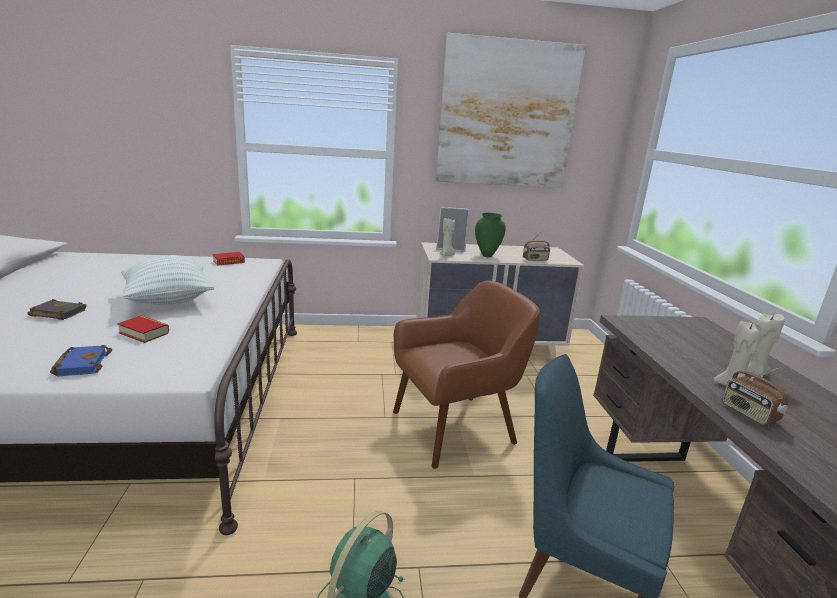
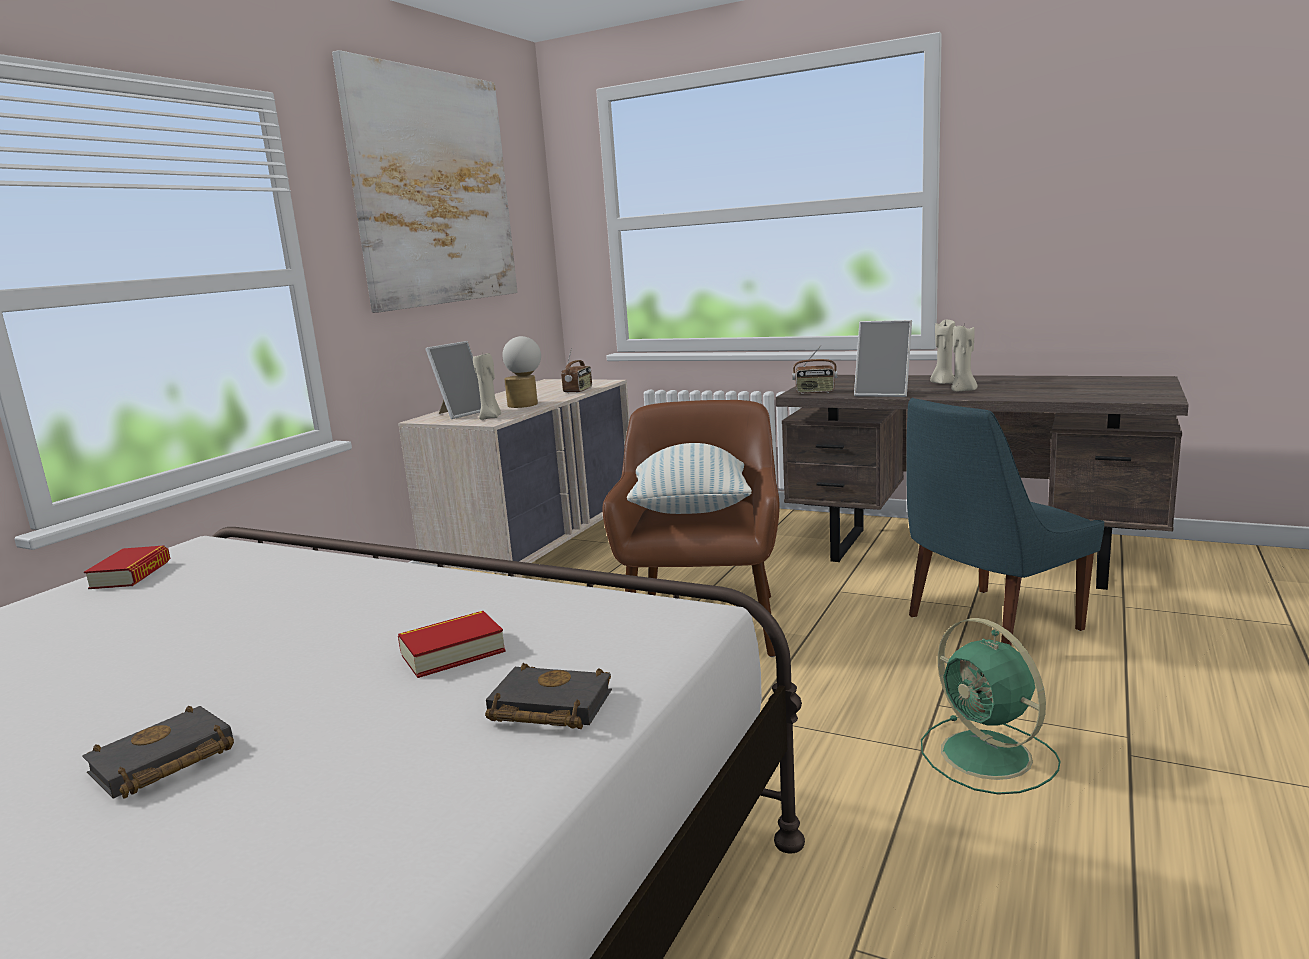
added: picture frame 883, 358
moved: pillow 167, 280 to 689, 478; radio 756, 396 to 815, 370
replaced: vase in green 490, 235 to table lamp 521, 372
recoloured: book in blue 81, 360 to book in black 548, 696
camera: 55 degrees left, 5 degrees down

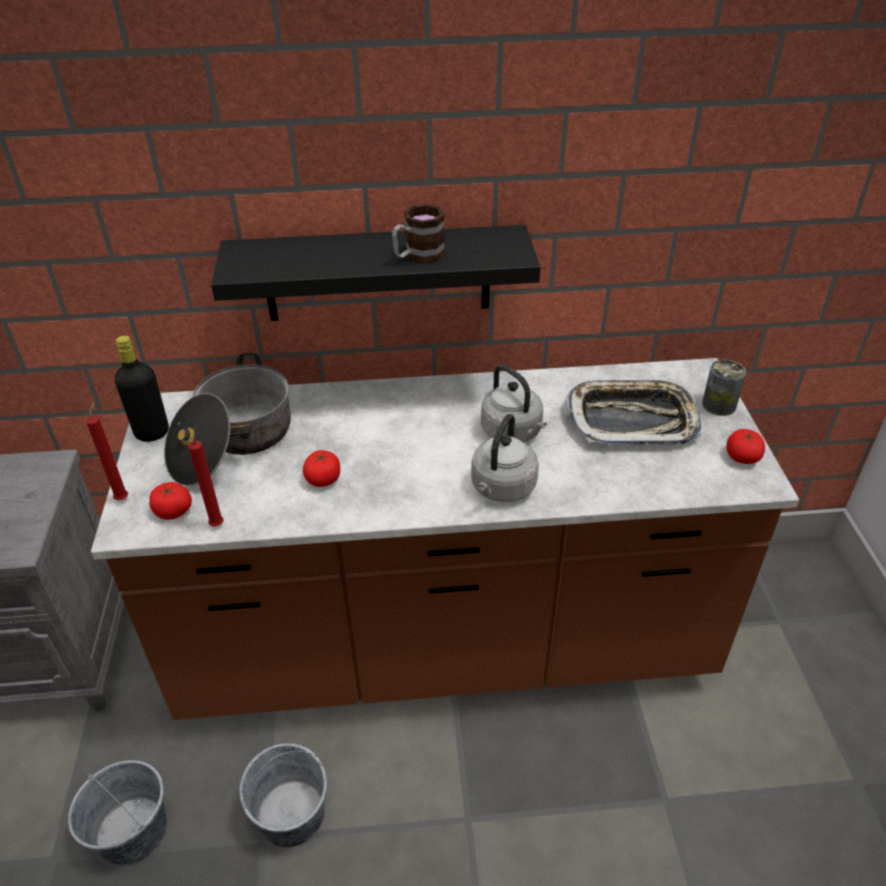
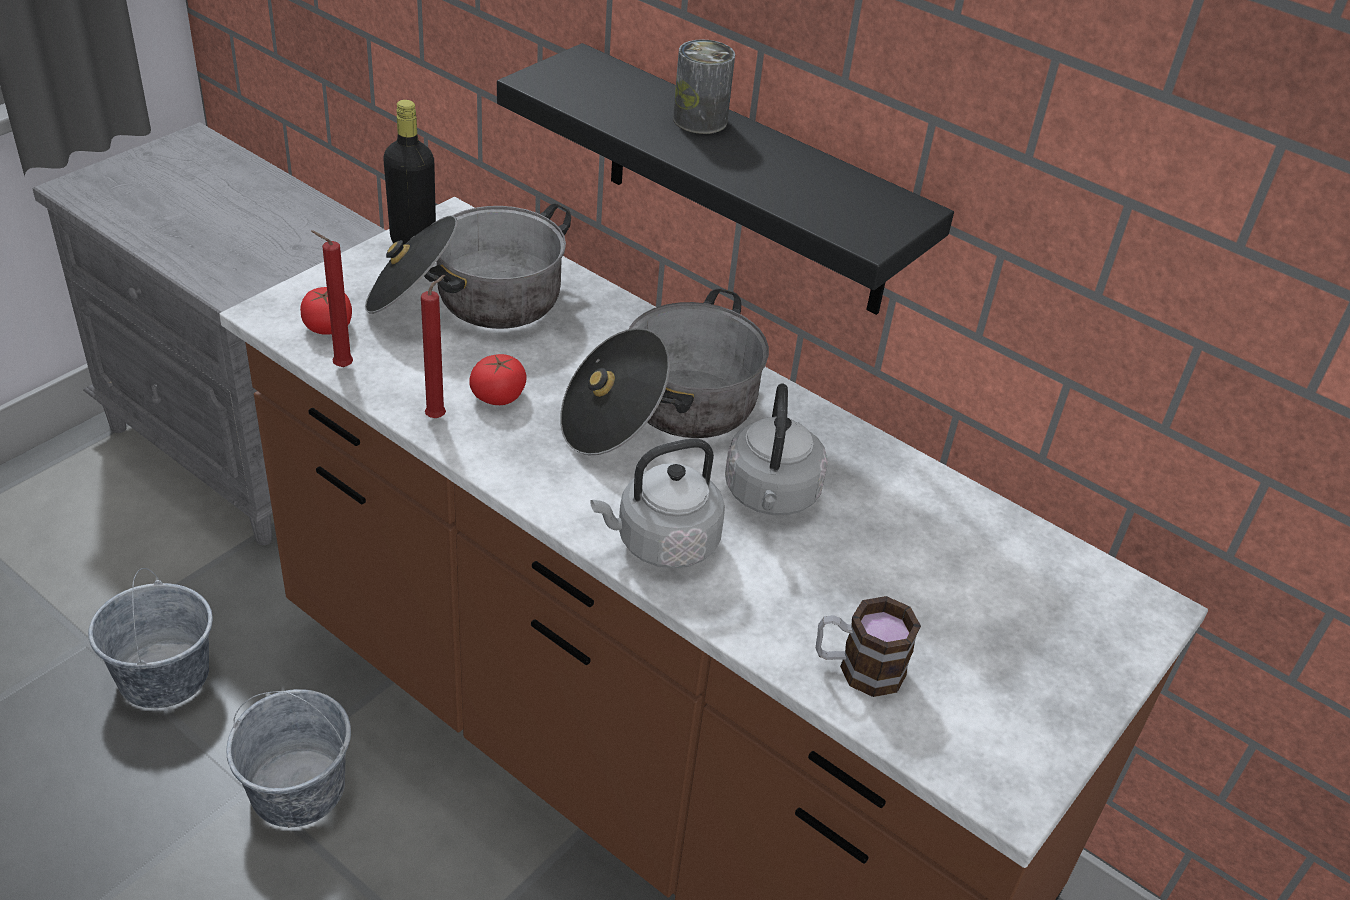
removed: tray 632, 412; tomato 745, 446
added: cooking pot 664, 371
moved: candle in red 107, 451 to 433, 346; mug 418, 234 to 868, 646; can 724, 388 to 704, 86
camera: 40 degrees right, 0 degrees up

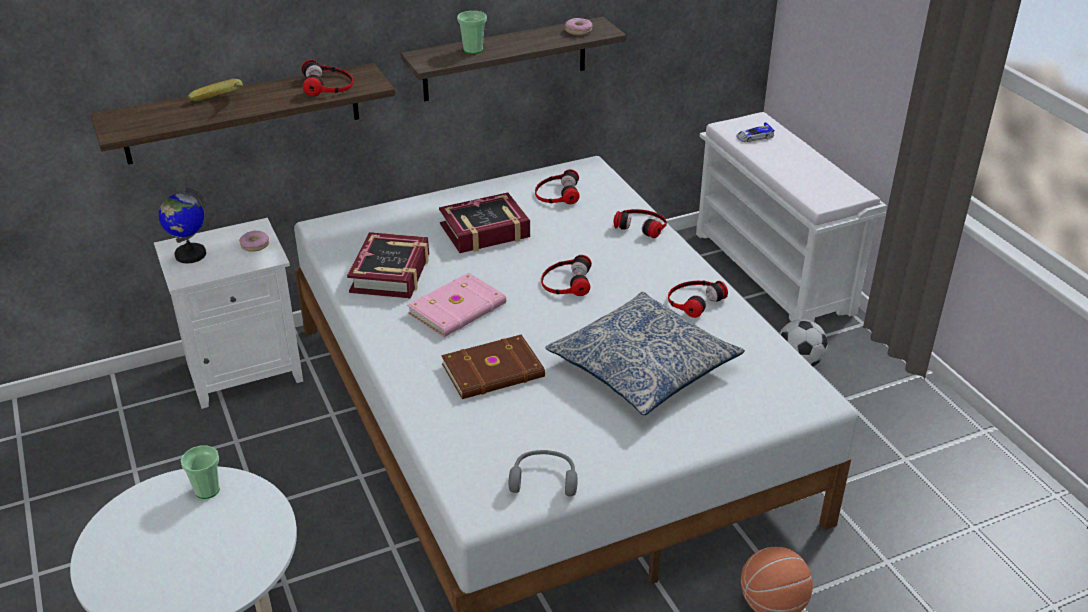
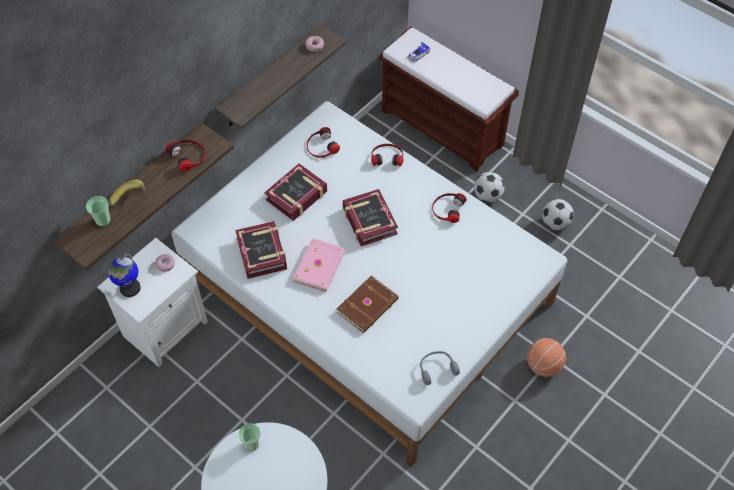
removed: pillow 645, 353
added: football 558, 214
moved: cup 472, 32 to 98, 211
replaced: headphones 566, 275 to book 370, 217
recoloured: bench in white 791, 217 to bench in brown 448, 99
camera: 25 degrees left, 20 degrees up

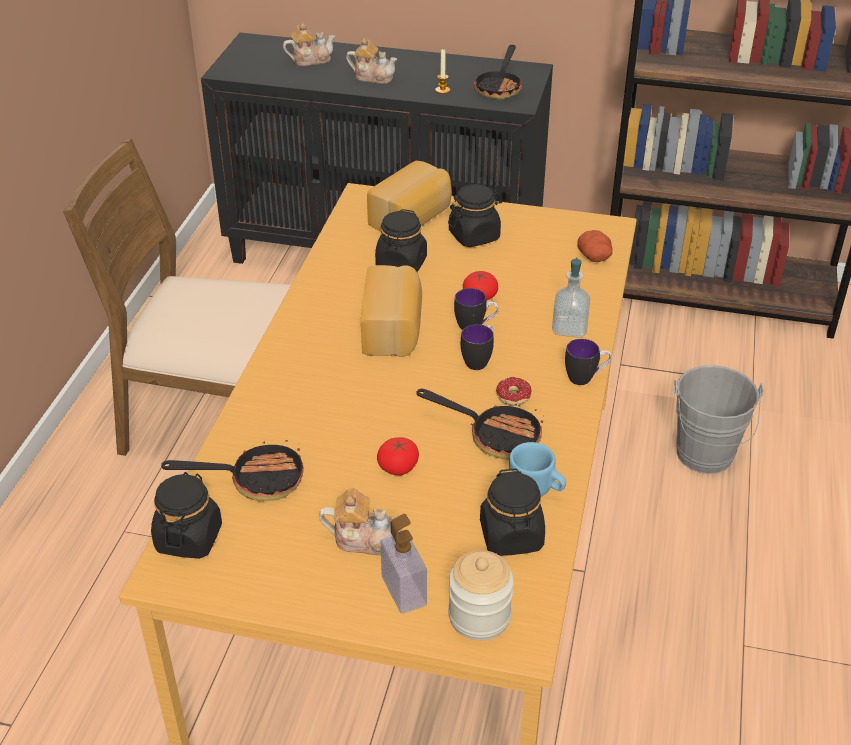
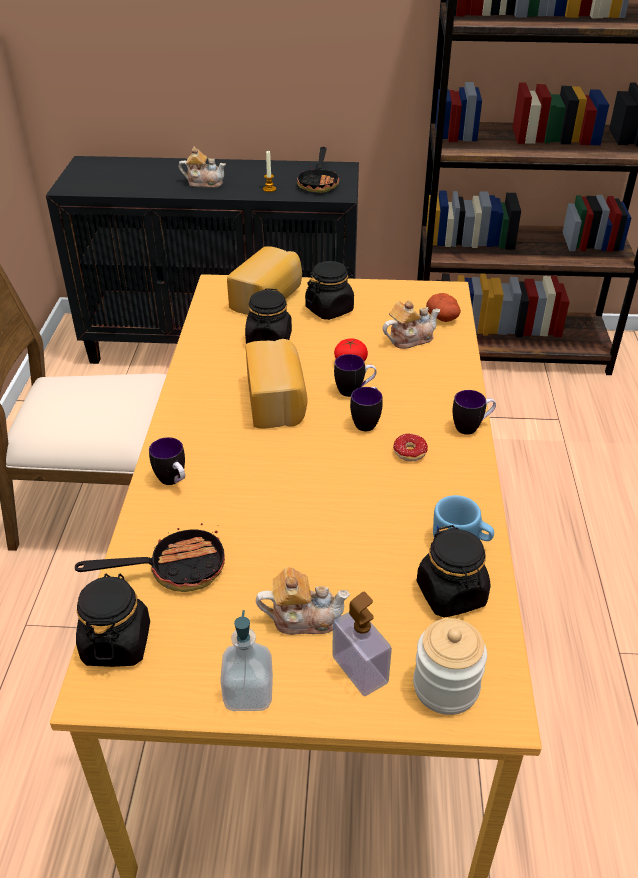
removed: tomato 398, 456; frying pan 480, 424; bucket in grey 719, 419
added: mug 167, 461
moved: teapot 309, 44 to 411, 324; soap dispenser 571, 297 to 246, 660
camera: 10 degrees left, 0 degrees up

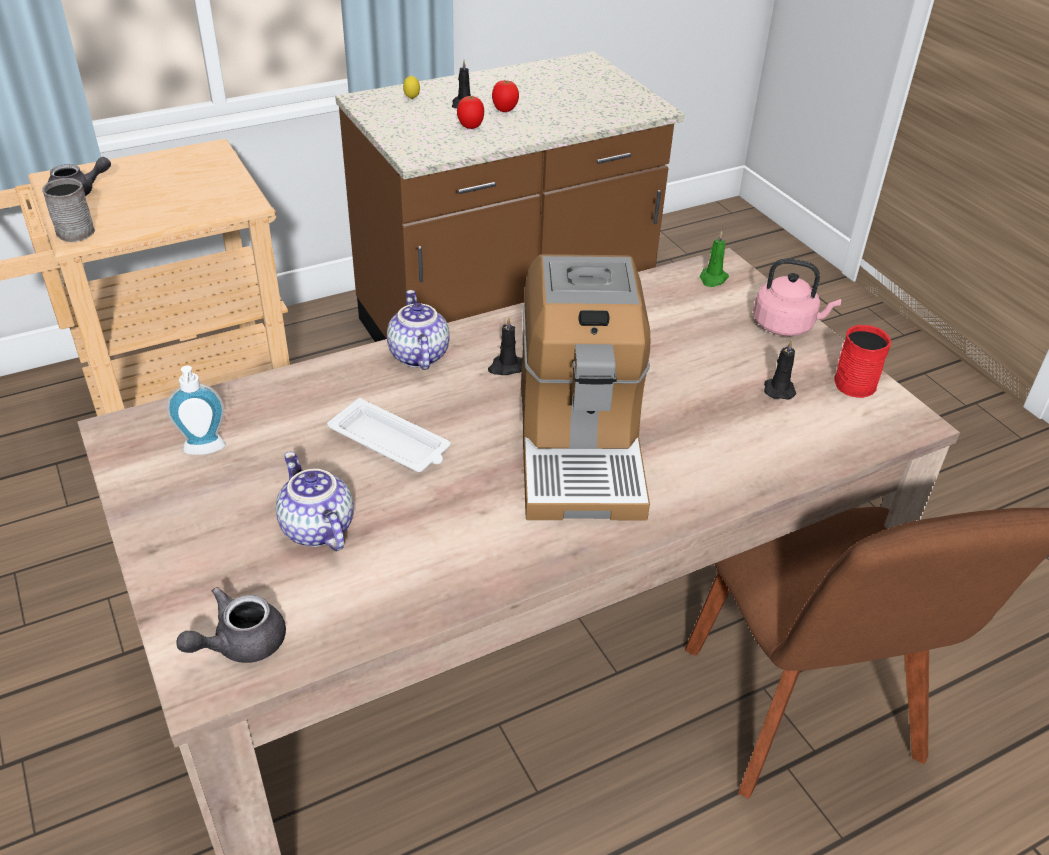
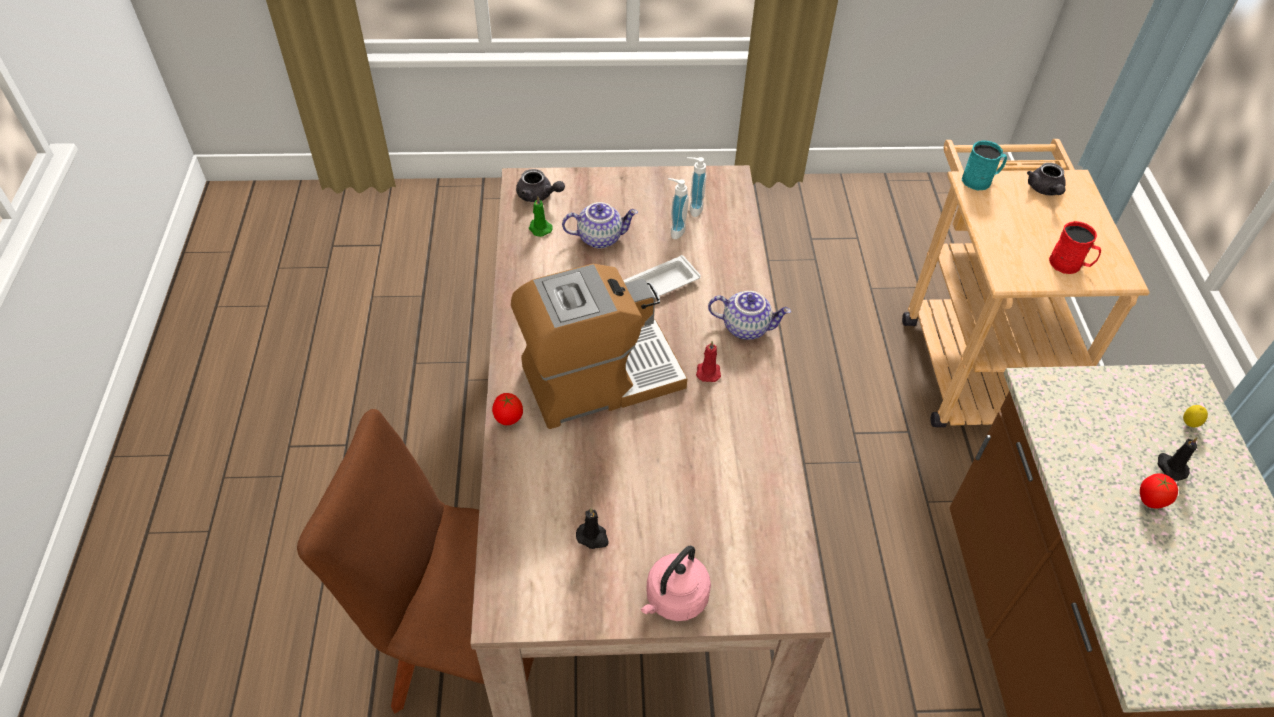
added: soap dispenser 678, 208
moved: tomato 470, 112 to 507, 409; candle in green 714, 259 to 541, 217; mug in red 862, 361 to 1075, 247
recoloured: mug in grey 68, 210 to mug in turquoise 984, 165; candle in black 505, 345 to candle in red 708, 361
turned: teapot in grey 231, 625 = 540, 185 135 degrees clockwise; coffee machine 585, 387 = 599, 346 135 degrees clockwise
camera: 115 degrees right, 10 degrees up

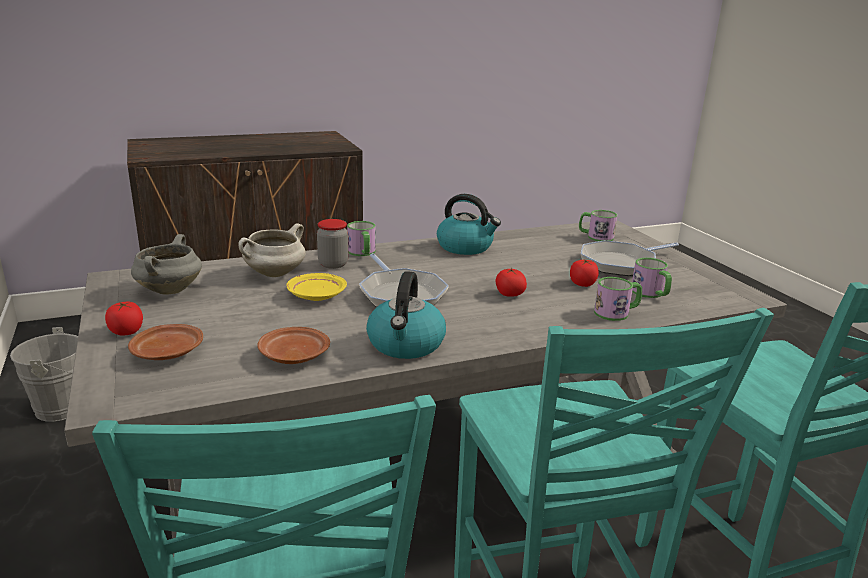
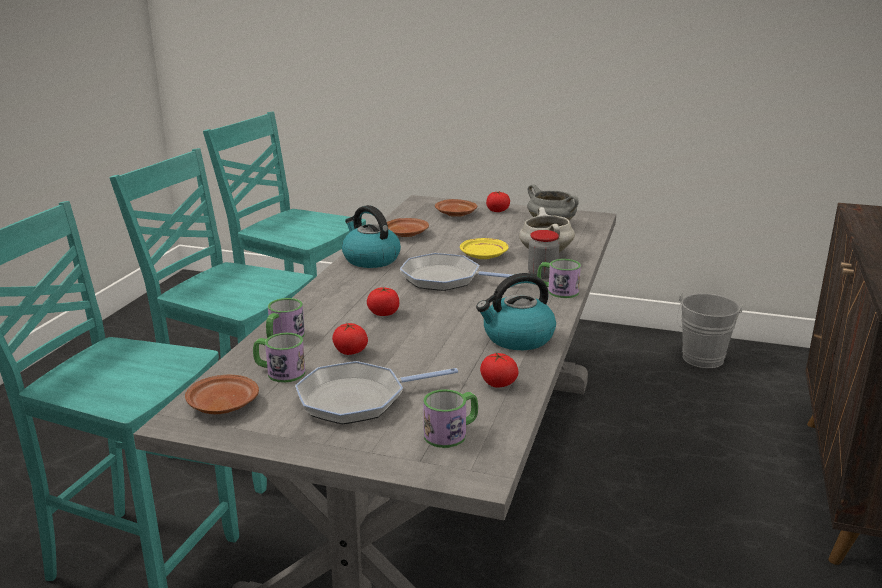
added: plate in brown 222, 394; tomato 499, 370
turned: frying pan 630, 258 = 376, 392 120 degrees counterclockwise
camera: 130 degrees right, 0 degrees up

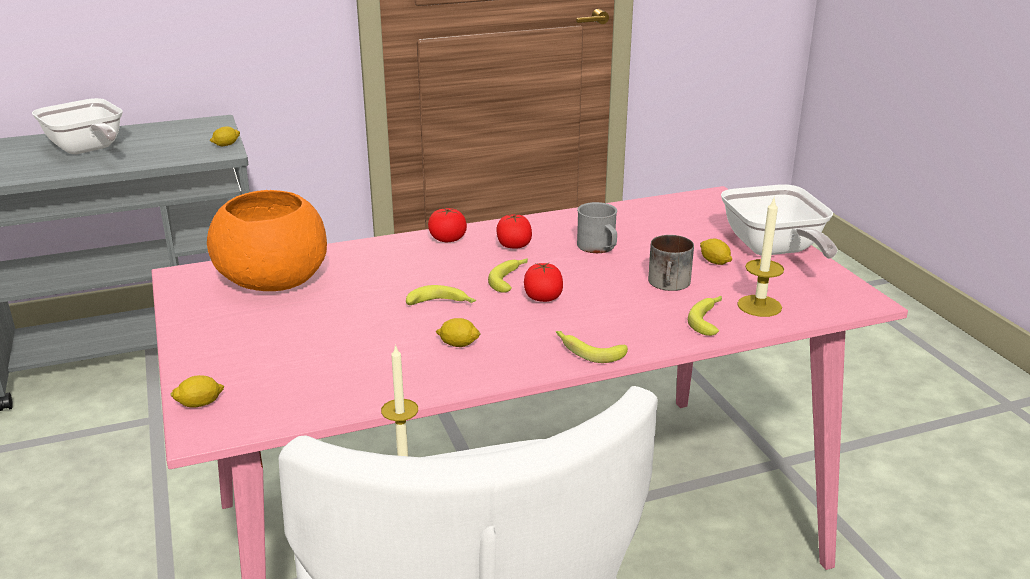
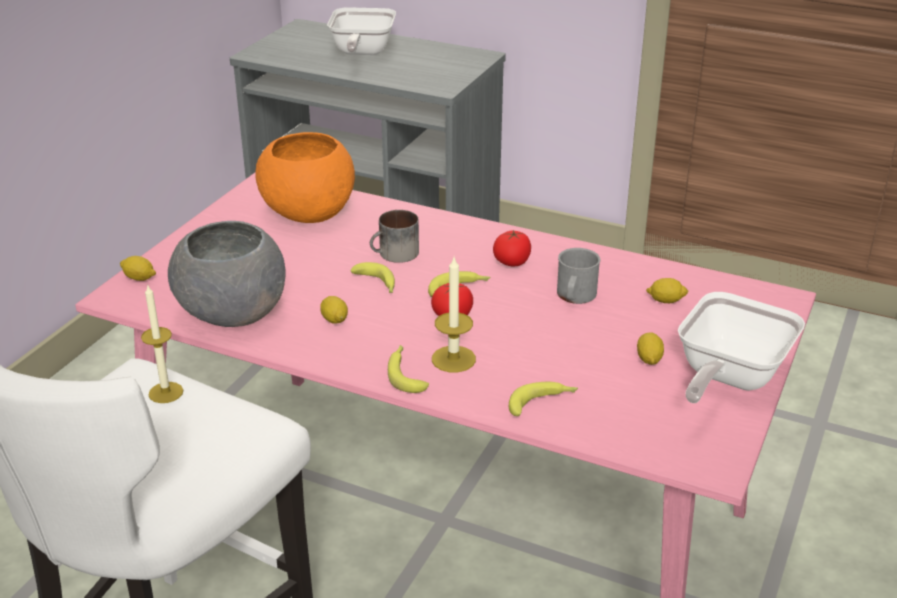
removed: tomato 447, 225
added: bowl in grey 227, 274
moved: lemon 225, 136 to 667, 290; mug 671, 263 to 394, 236; candle 760, 256 to 454, 313
camera: 45 degrees right, 5 degrees up

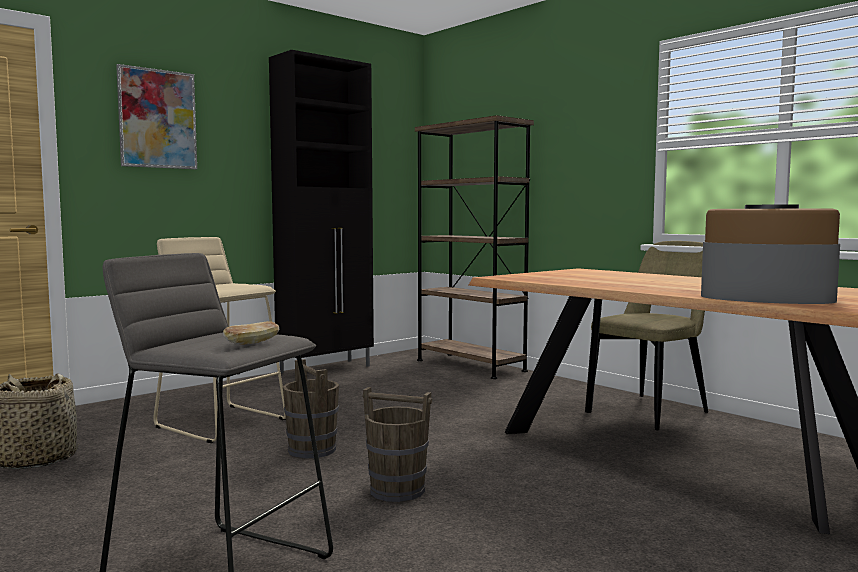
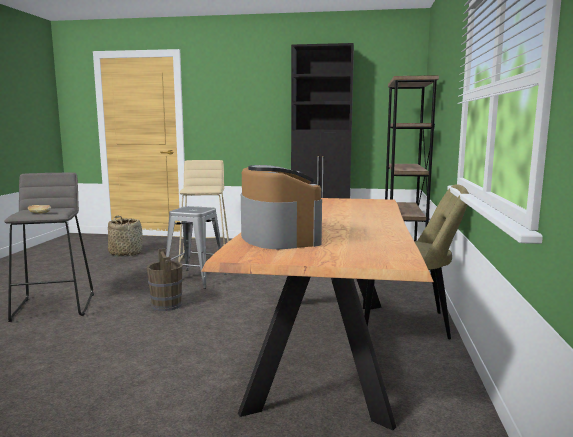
removed: picture 156, 116
replaced: bucket in brown 311, 408 to stool in grey 196, 247
camera: 50 degrees right, 5 degrees up

